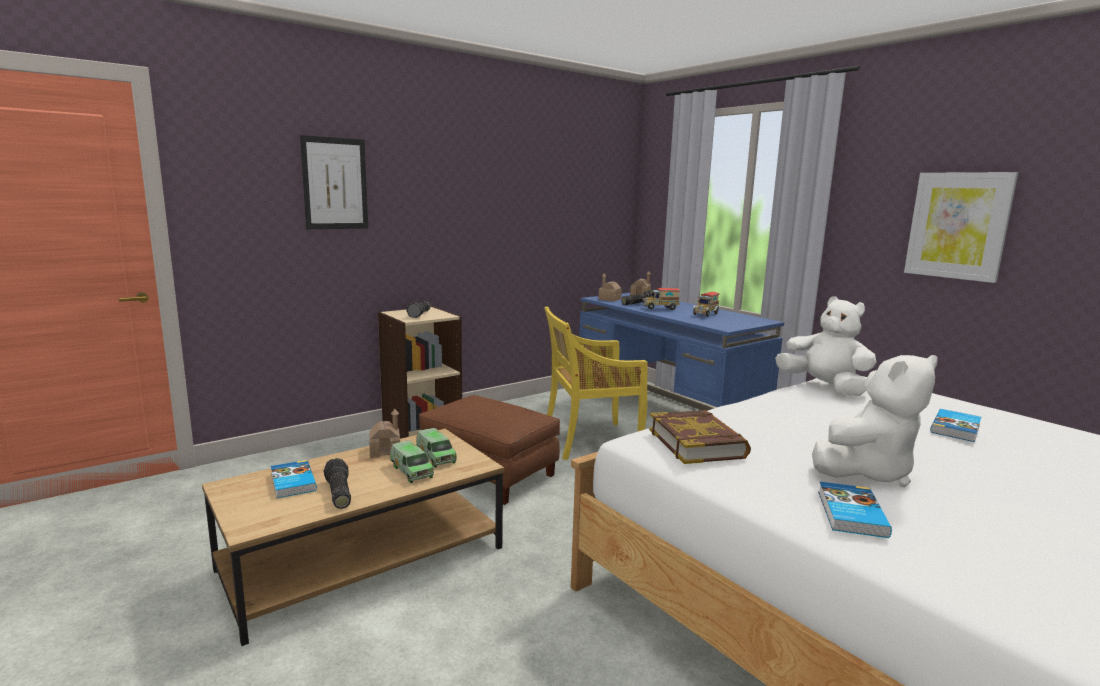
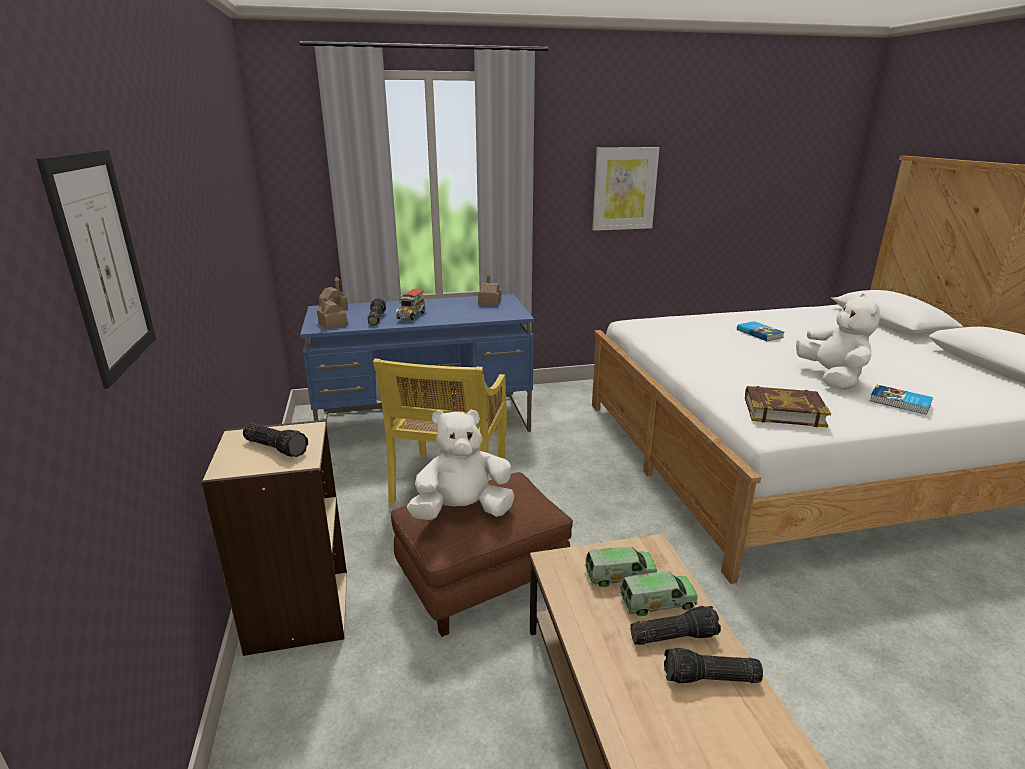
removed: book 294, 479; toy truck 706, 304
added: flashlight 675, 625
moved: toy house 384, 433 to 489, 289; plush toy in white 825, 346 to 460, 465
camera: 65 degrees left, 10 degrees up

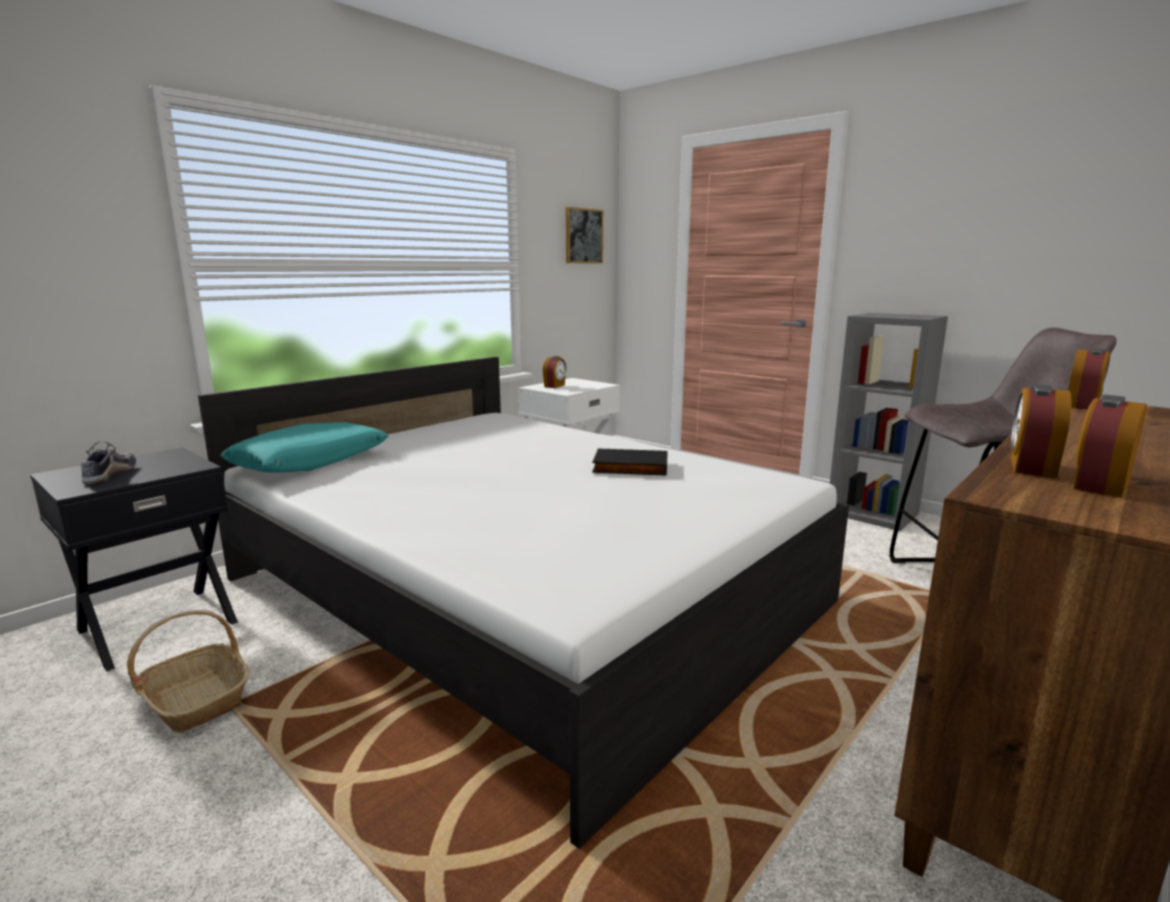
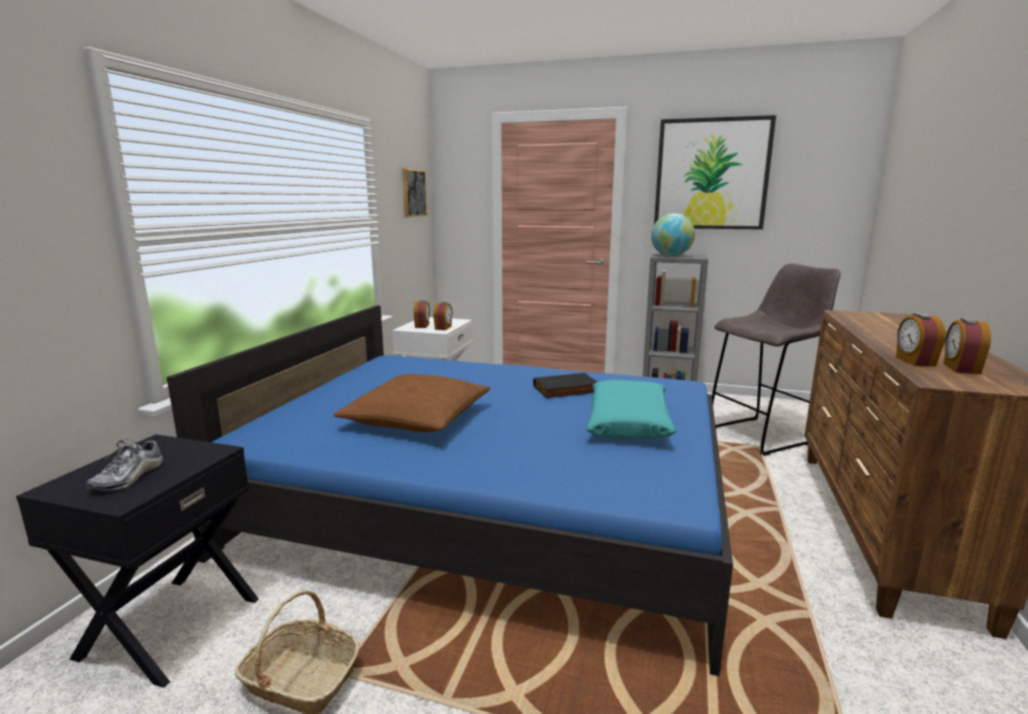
added: pillow in brown 412, 403; globe 673, 235; picture 715, 172
moved: pillow in turquoise 304, 447 to 631, 409; alarm clock 1089, 379 to 442, 316
recoloured: bed in white 523, 603 to bed in blue 450, 490
turned: shoe 108, 463 = 124, 464 135 degrees counterclockwise
camera: 25 degrees left, 0 degrees up

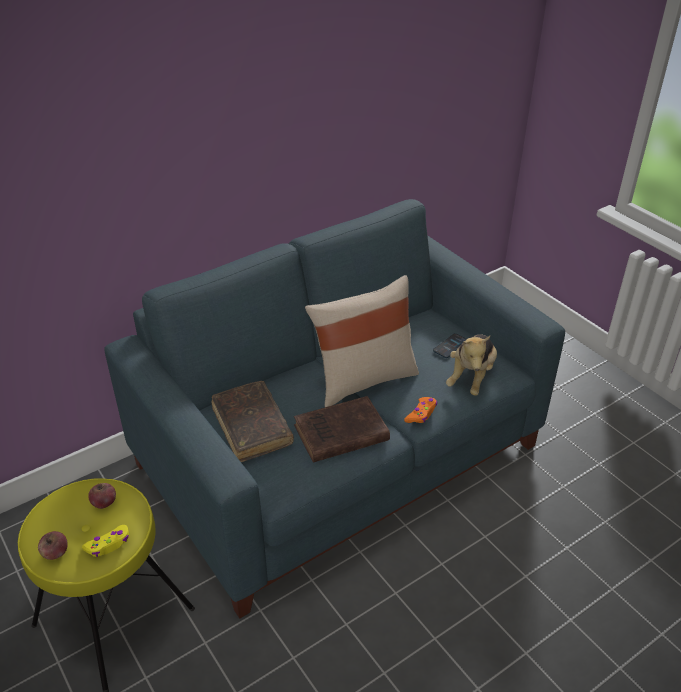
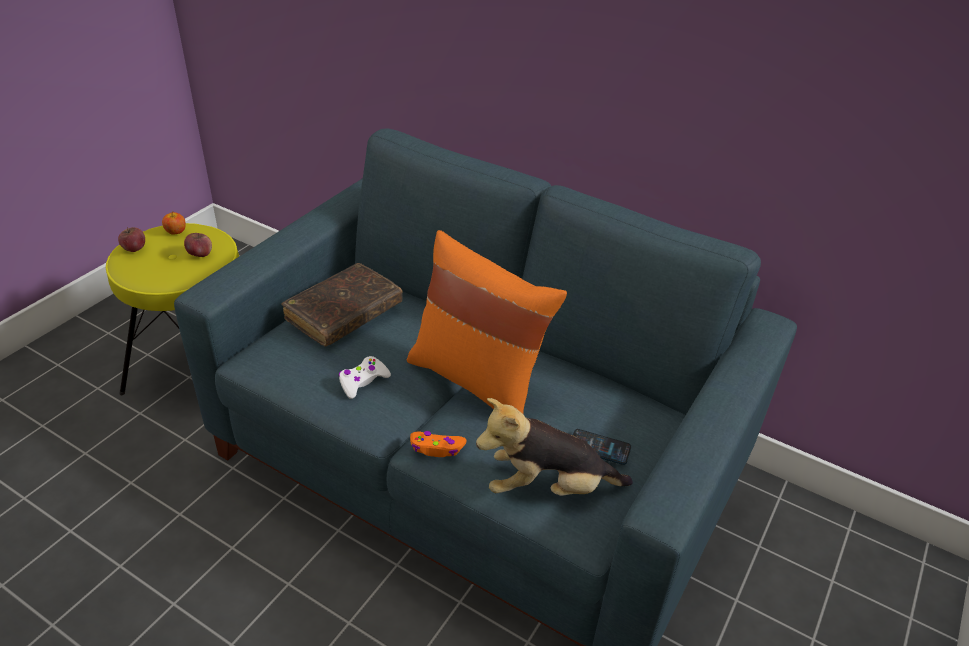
removed: game controller in yellow 105, 541
added: apple 174, 223
replaced: book in brown 342, 429 to game controller in white 365, 377
recoloured: pillow in beige 362, 341 to pillow in orange 487, 322
camera: 65 degrees right, 0 degrees up

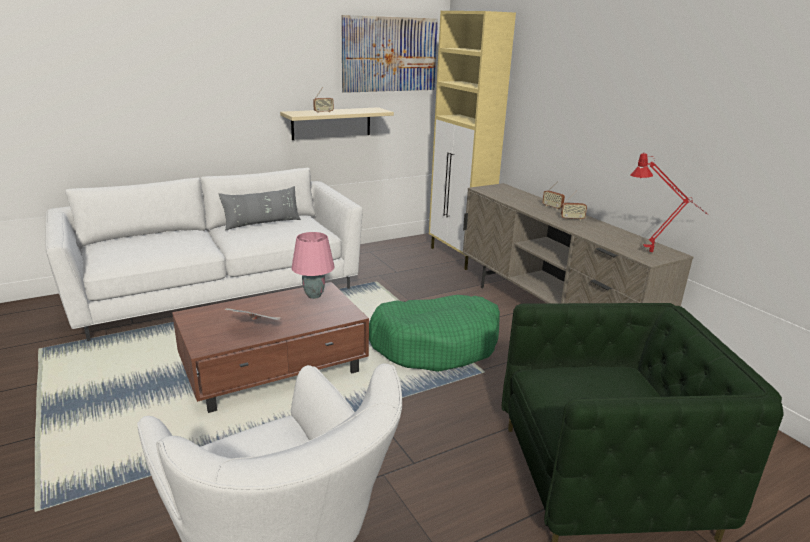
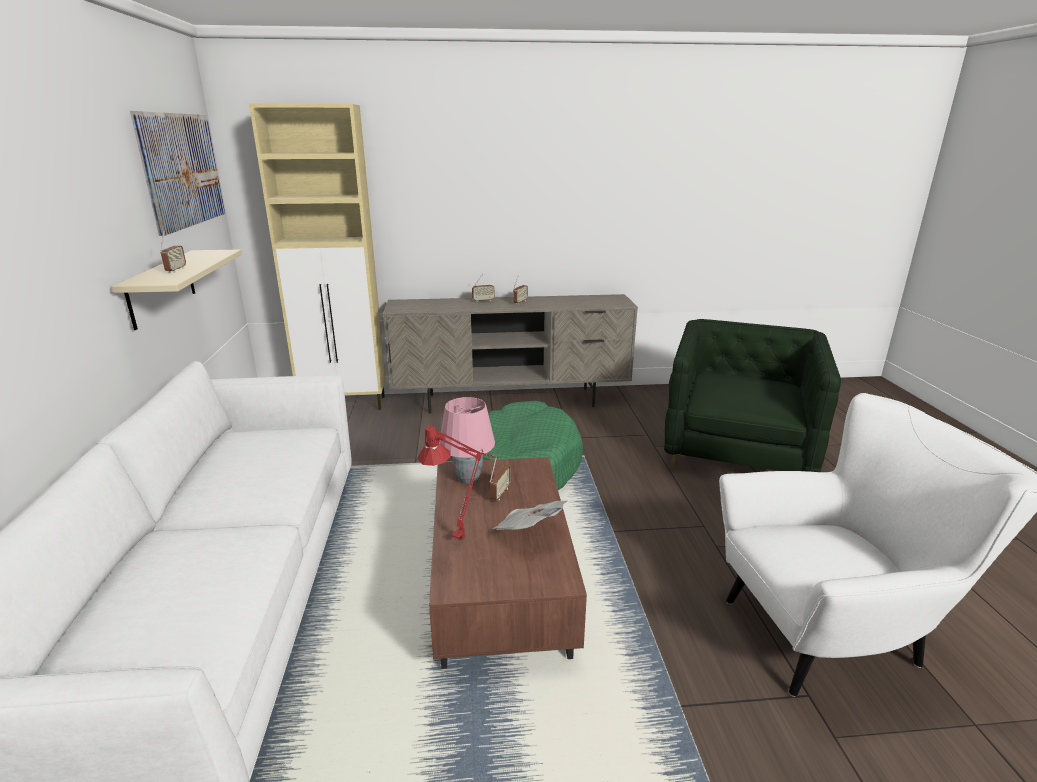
removed: pillow in grey 260, 208
added: radio 499, 478
moved: table lamp in red 669, 202 to 458, 482
camera: 65 degrees left, 0 degrees up

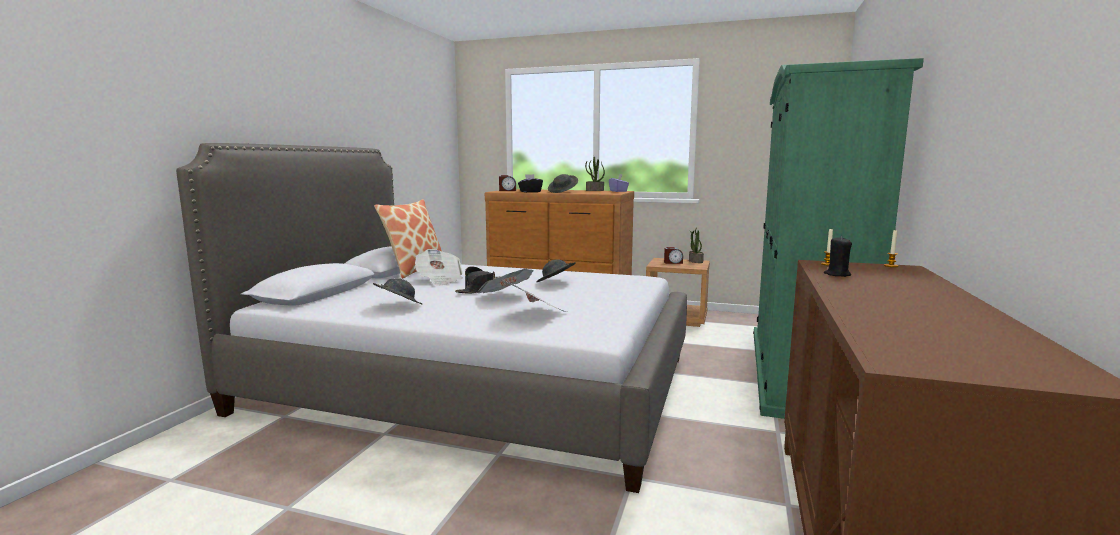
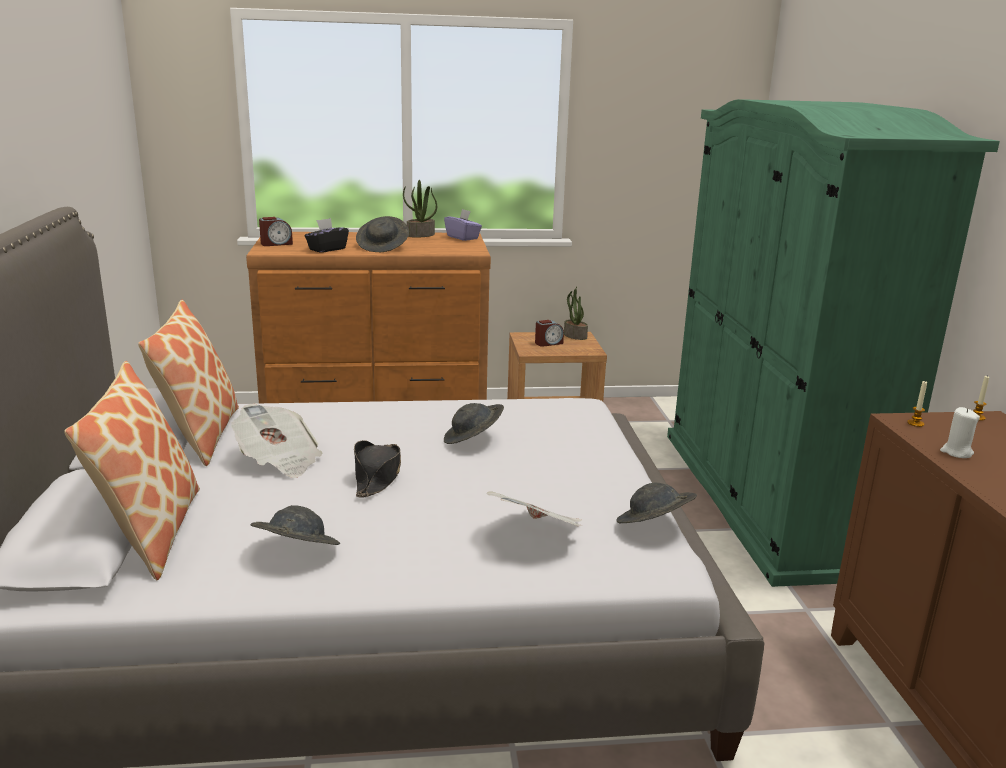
removed: newspaper 505, 281
added: pillow 132, 470; hat in grey 656, 503
recoloured: candle in black 838, 256 to candle in white 960, 432
camera: 25 degrees left, 10 degrees up

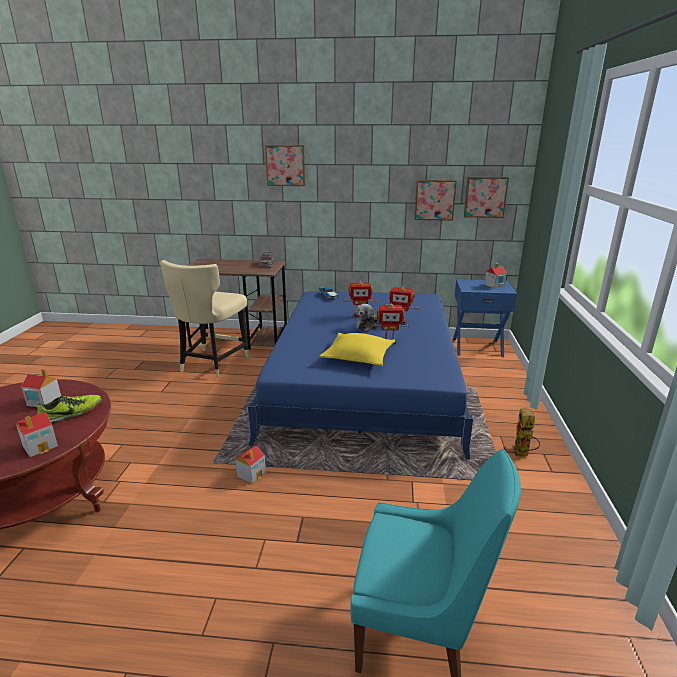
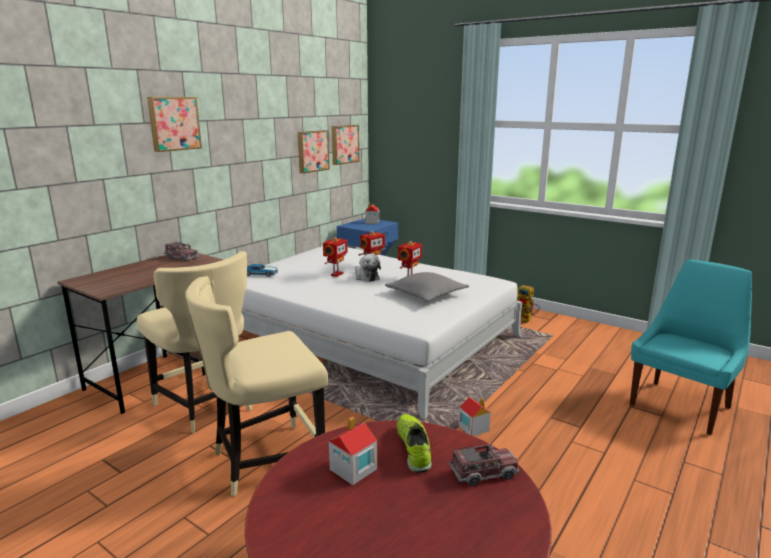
added: chair in beige 256, 386
replaced: toy house 37, 434 to toy truck 484, 464
recoloured: bed in blue 360, 375 to bed in white 381, 332; pillow in yellow 357, 349 to pillow in grey 427, 287
camera: 60 degrees left, 5 degrees down

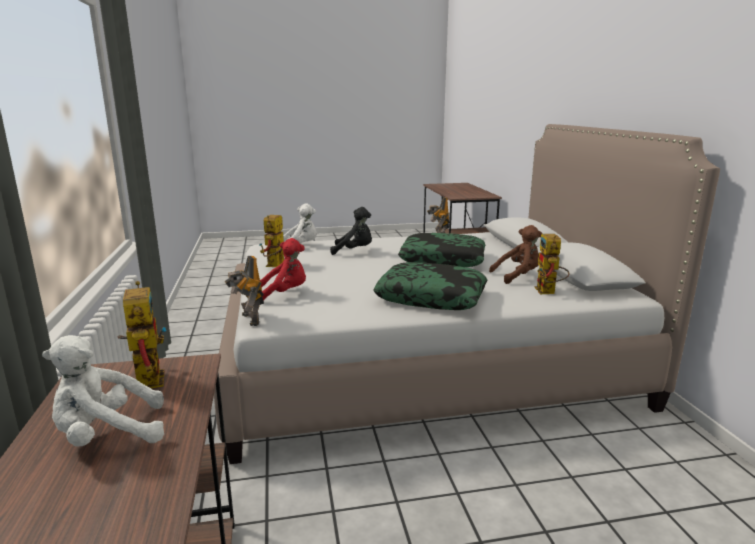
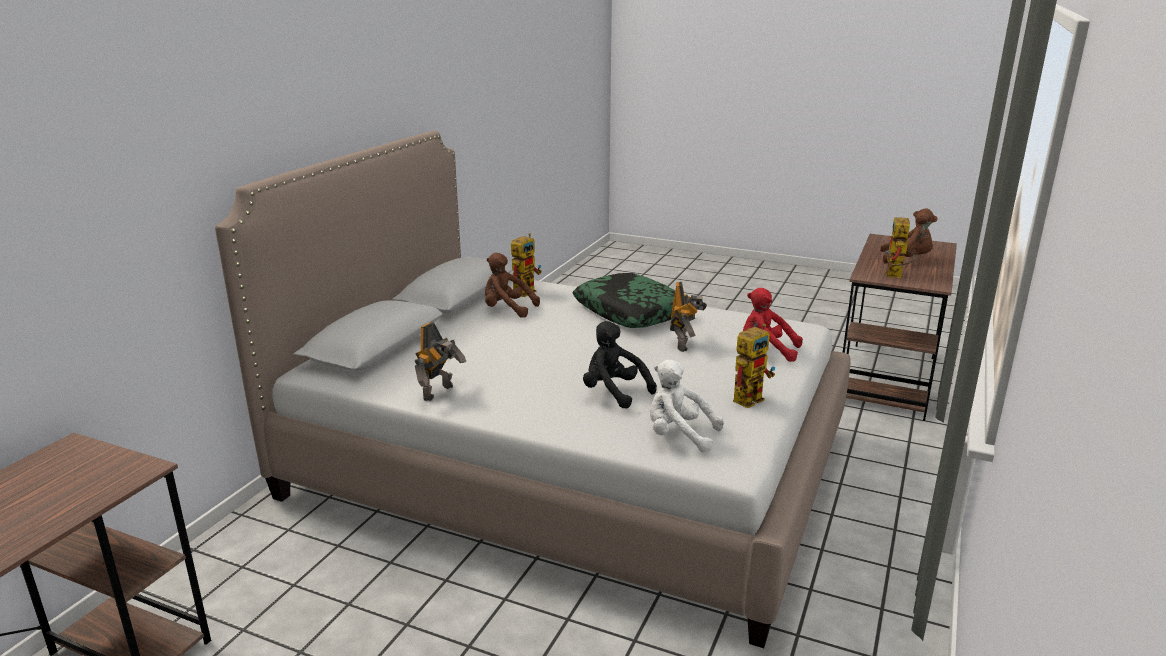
removed: pillow 441, 250
moved: toy robot 244, 291 to 688, 317
recoloured: plush toy in white 103, 391 to plush toy in brown 909, 236
camera: 145 degrees left, 5 degrees up

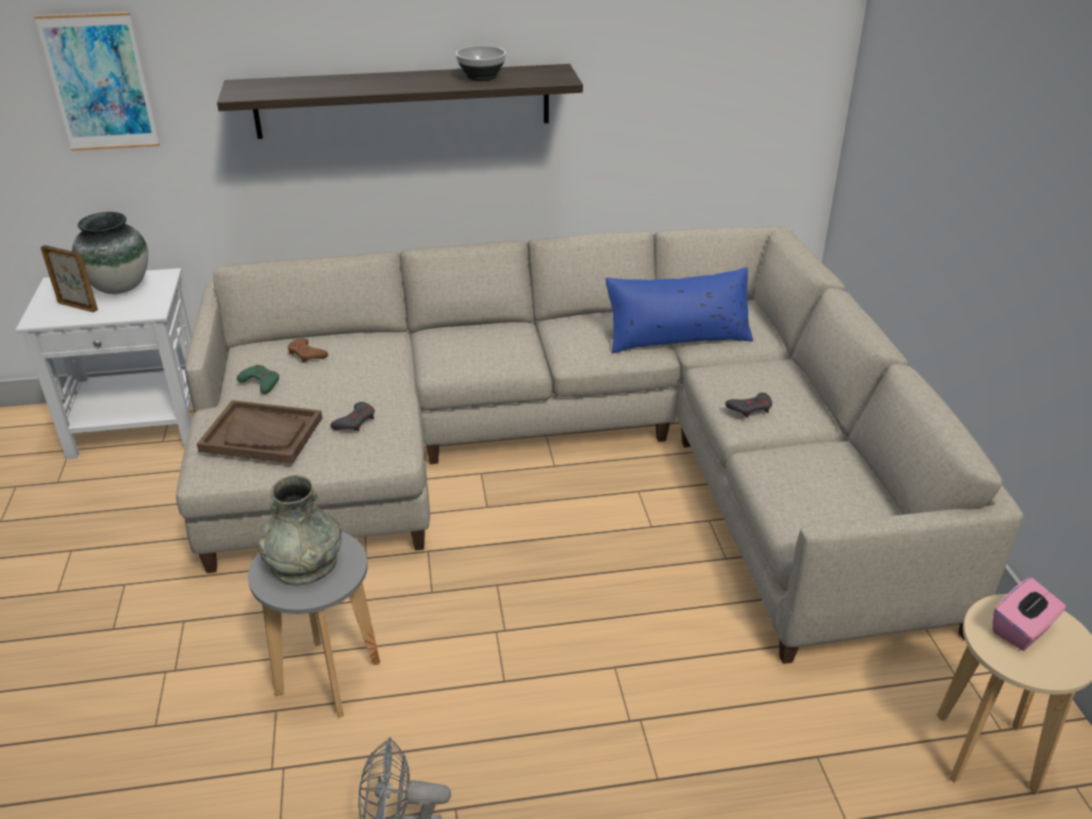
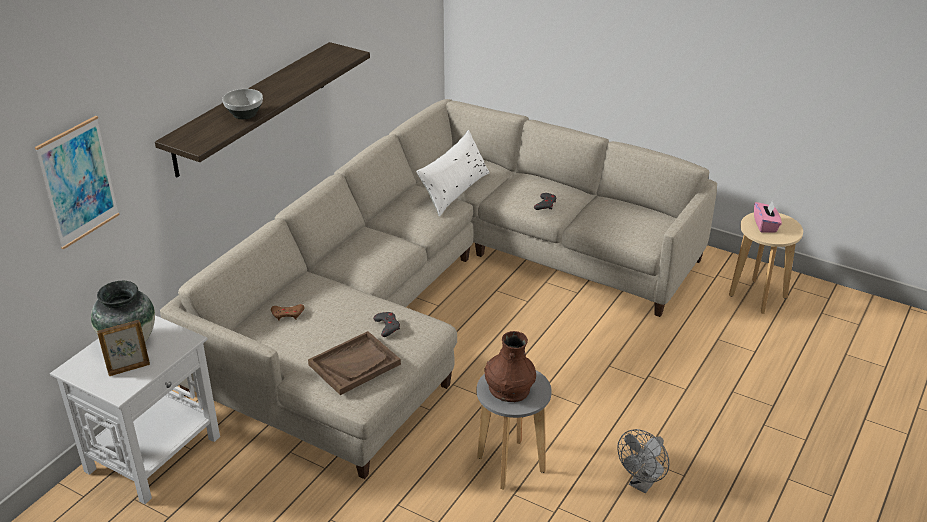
removed: game controller in green 258, 379
moved: bowl 481, 63 to 242, 104
recoloured: vase in grey 300, 530 to vase in brown 510, 366; pillow in blue 679, 310 to pillow in white 453, 173
camera: 50 degrees left, 0 degrees up

